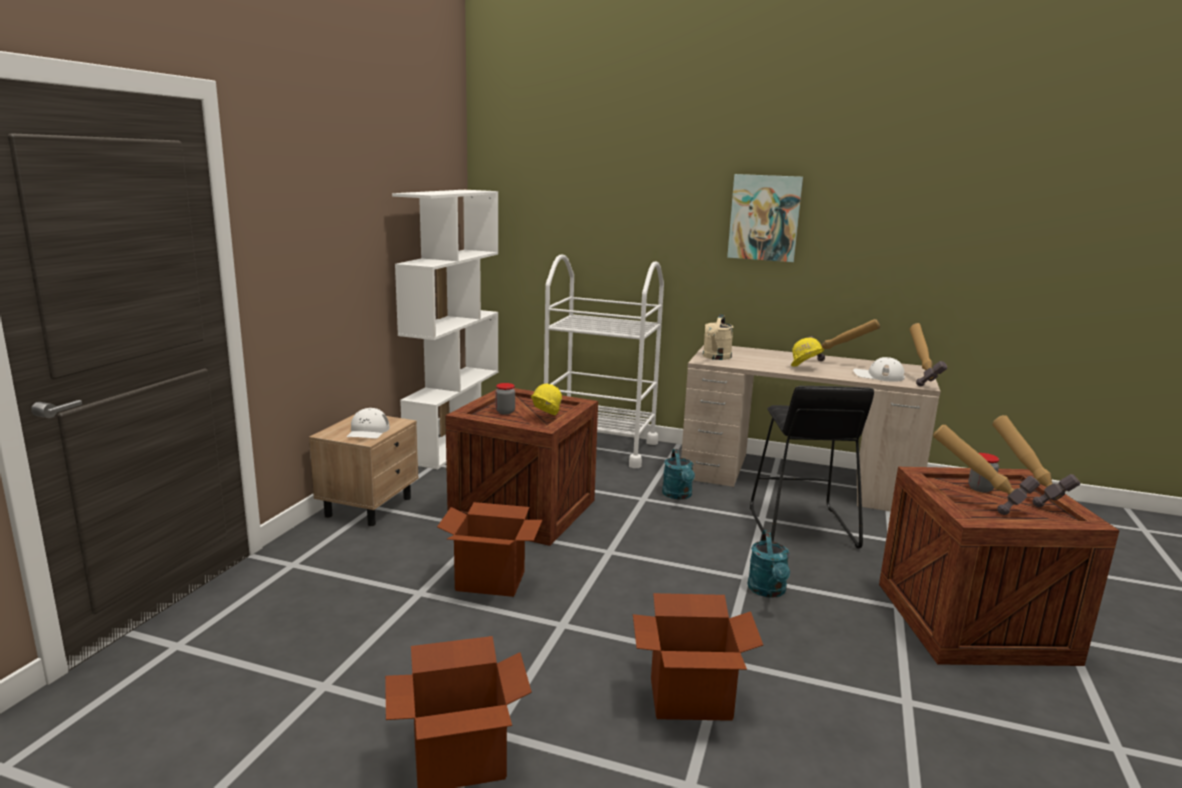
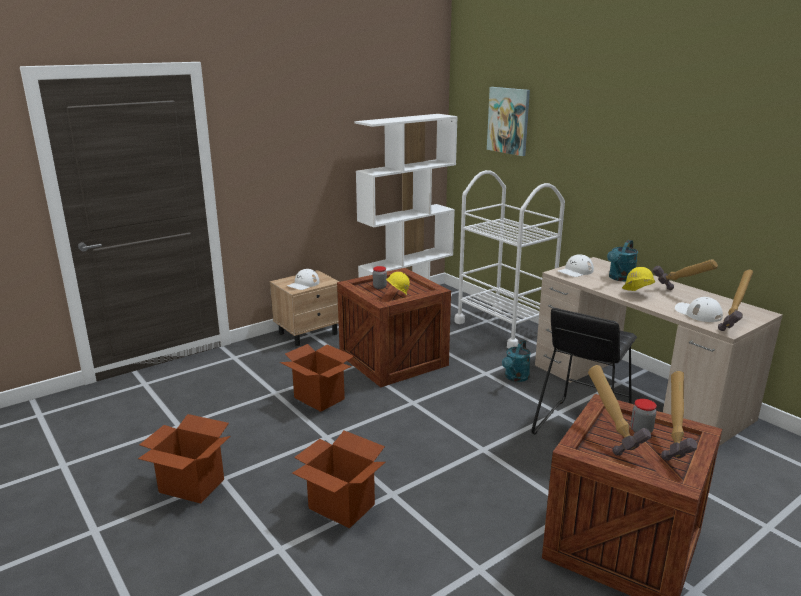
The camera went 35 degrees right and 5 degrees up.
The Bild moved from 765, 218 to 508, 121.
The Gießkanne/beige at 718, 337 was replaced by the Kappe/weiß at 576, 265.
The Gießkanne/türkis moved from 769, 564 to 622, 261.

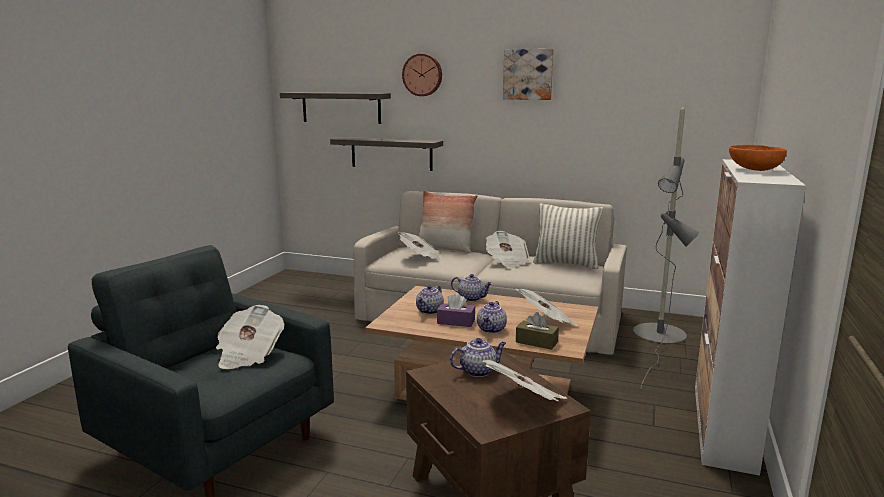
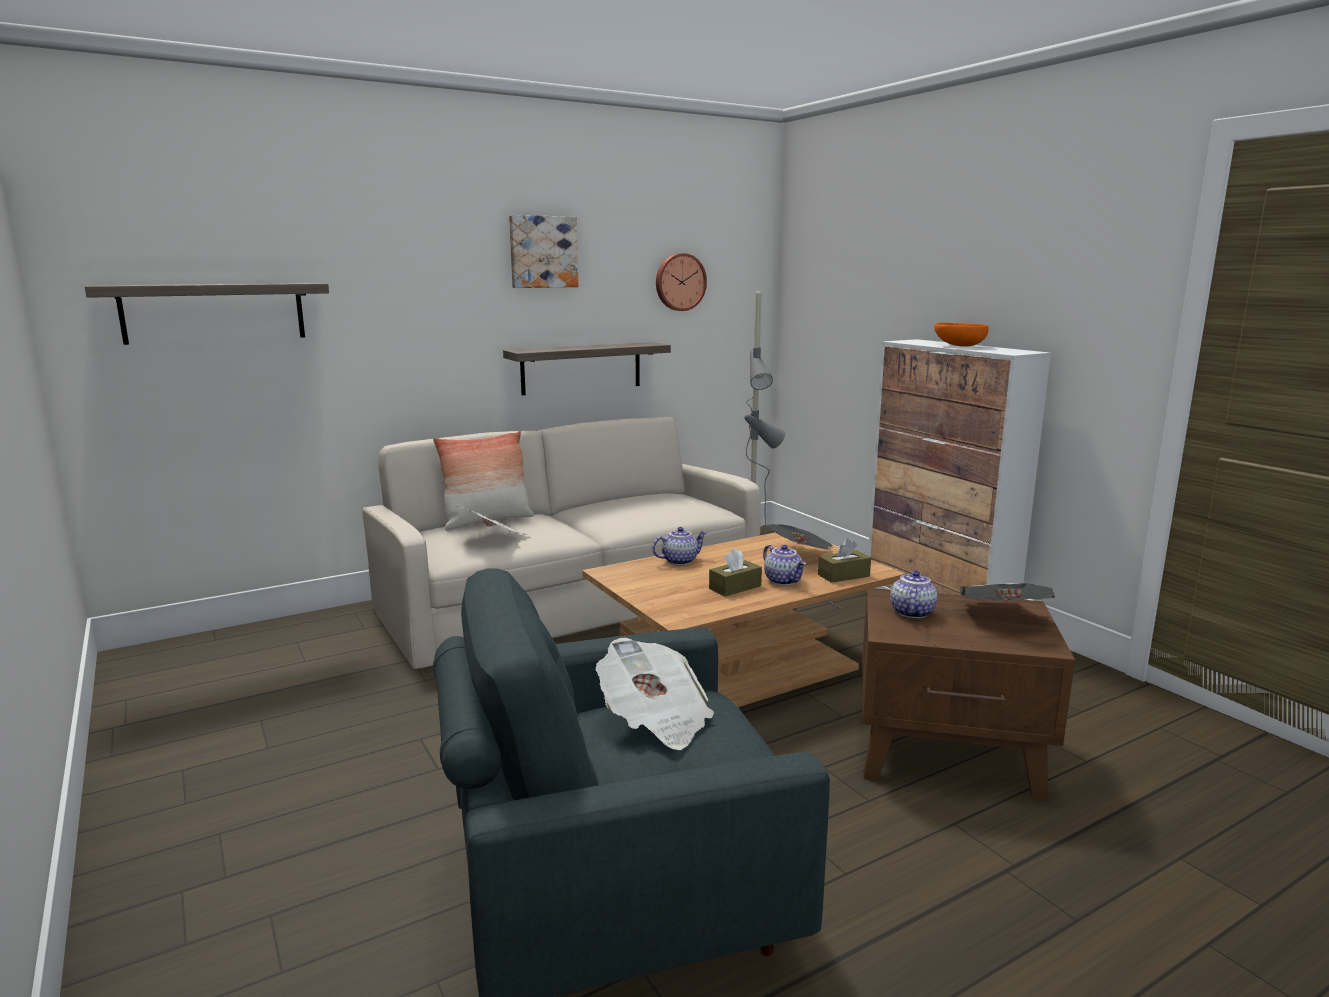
The camera went 50 degrees left and 0 degrees up.
The Wanduhr moved from 422, 75 to 681, 282.
The Wandregal moved from 386, 154 to 587, 368.
The Kissen at 568, 236 disappeared.
The Zeitung at 507, 249 disappeared.
The Teekanne at 430, 300 disappeared.
The Taschentuchbox/lila at 456, 310 became the Taschentuchbox/braun at 735, 572.

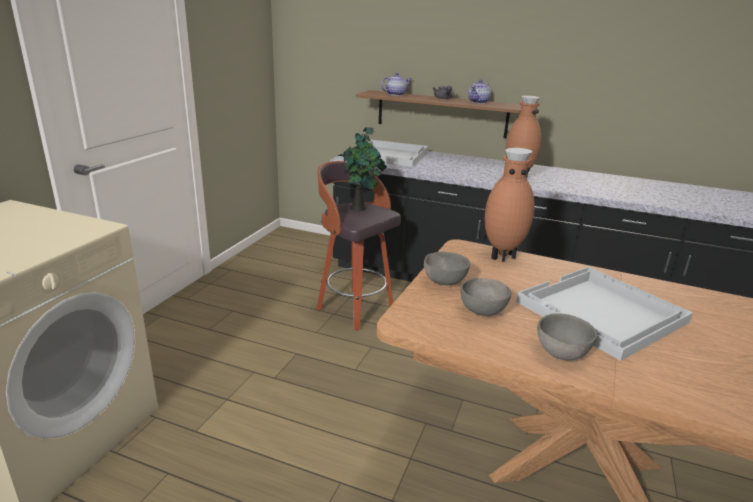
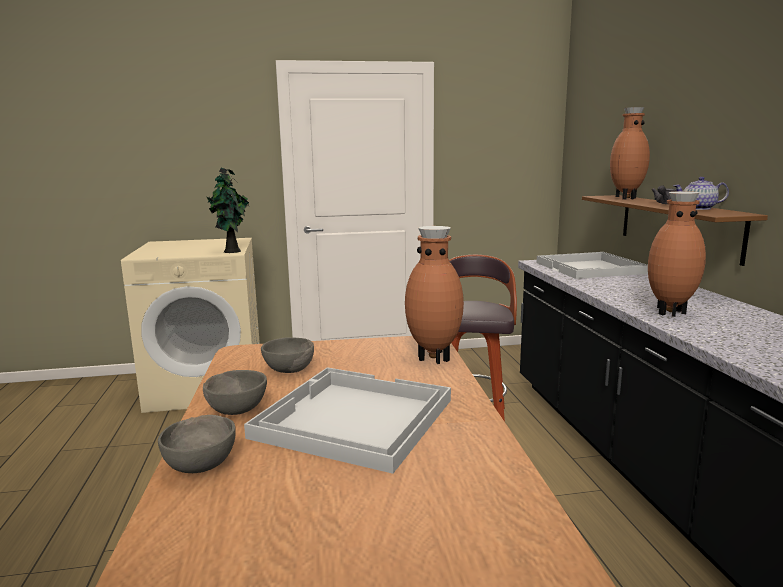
The camera went 60 degrees right and 10 degrees down.
The Teekanne at 396, 84 was replaced by the Vase/braun at 630, 153.
The Topfpflanze moved from 362, 169 to 228, 210.
The Schüssel/grau moved from 447, 268 to 197, 444.

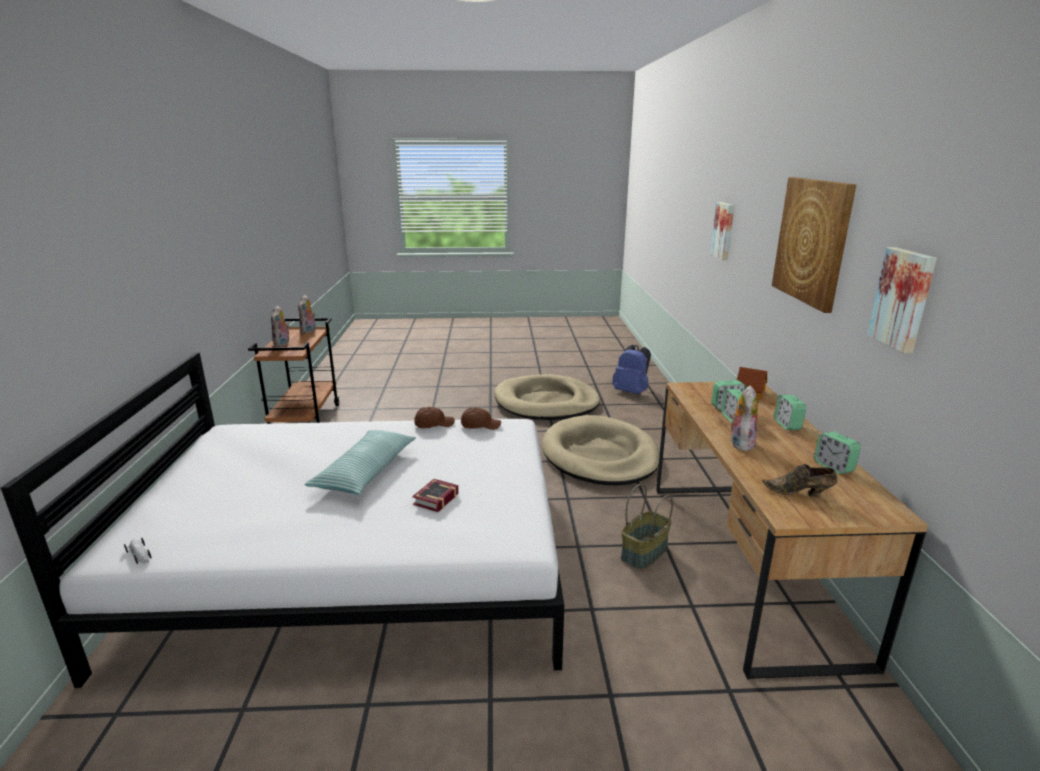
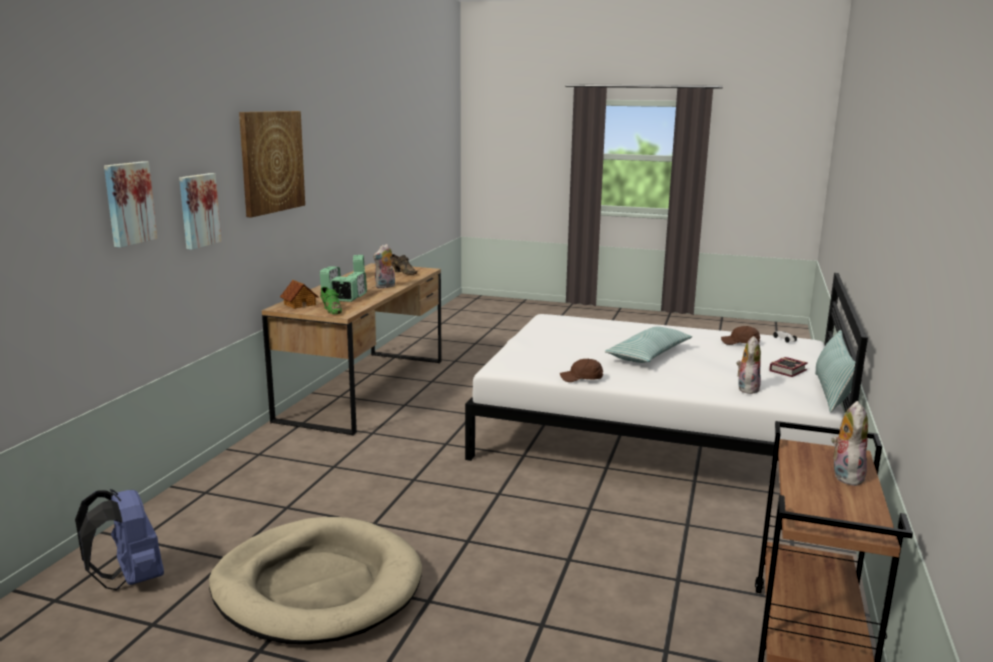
The camera went 160 degrees left and 5 degrees down.
The Bild moved from 902, 300 to 200, 211.
The Plüschtier moved from 307, 314 to 748, 365.
The Kappe/braun moved from 481, 418 to 740, 335.
The Hundebett/beige at 601, 450 disappeared.
The Buch moved from 435, 495 to 788, 367.
The Korb at 647, 527 disappeared.
The Schuh/grün at 331, 300 appeared.
The Kissen at 835, 371 appeared.

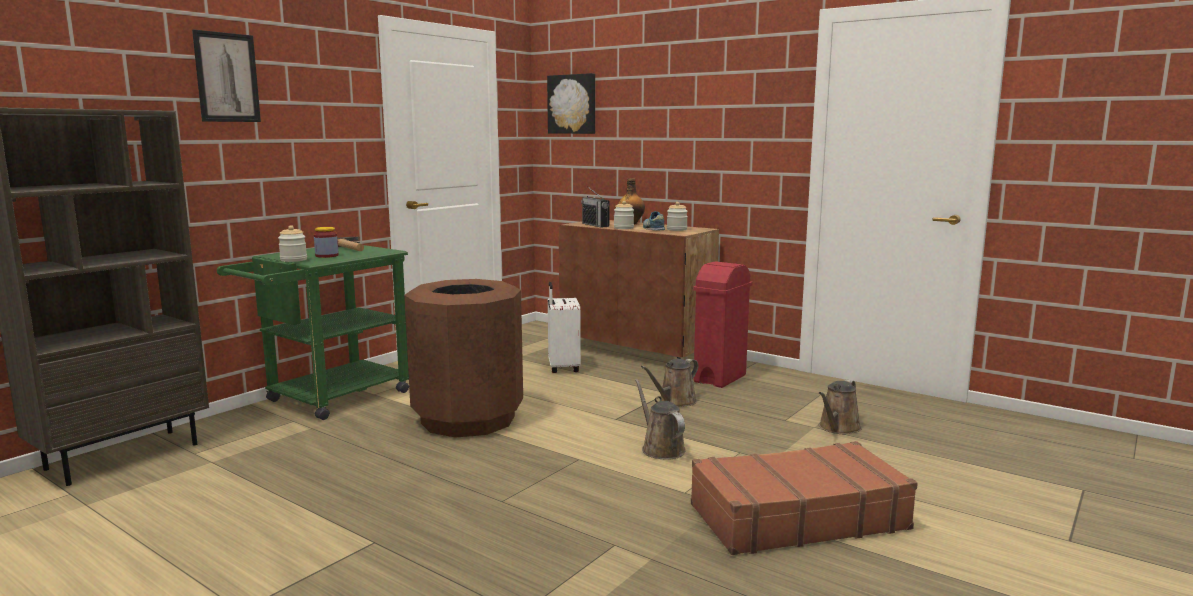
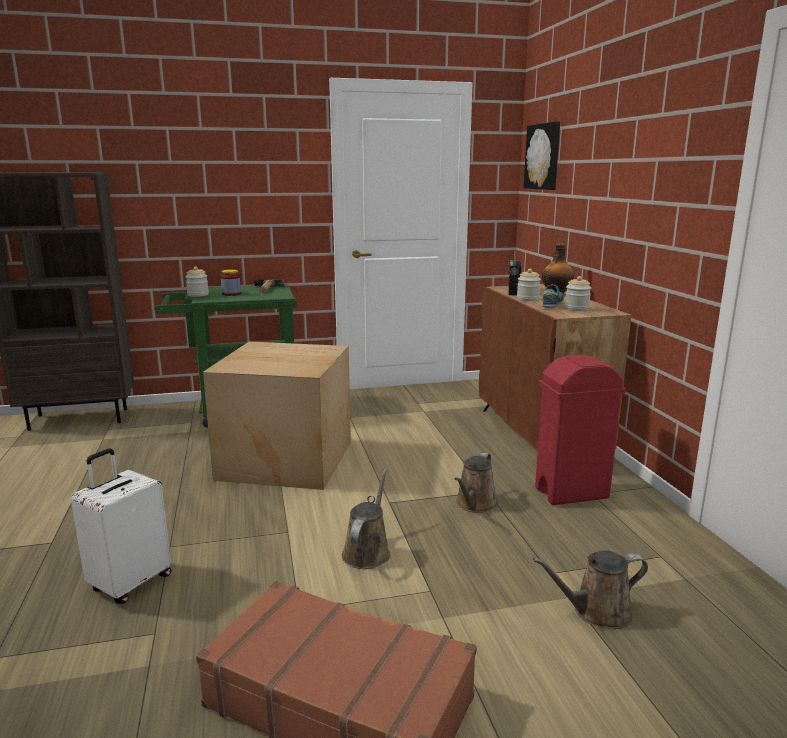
The camera went 40 degrees right and 5 degrees up.
The Bild at 226, 75 disappeared.
The Mülleimer/braun at 463, 358 was replaced by the Karton at 277, 415.
The Koffer/weiß moved from 564, 327 to 121, 526.
The Gießkanne/braun at 670, 383 turned 60 degrees counterclockwise.

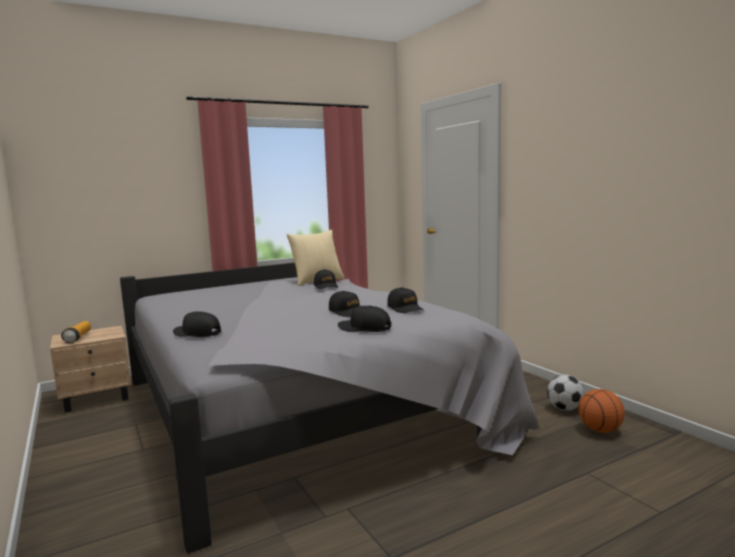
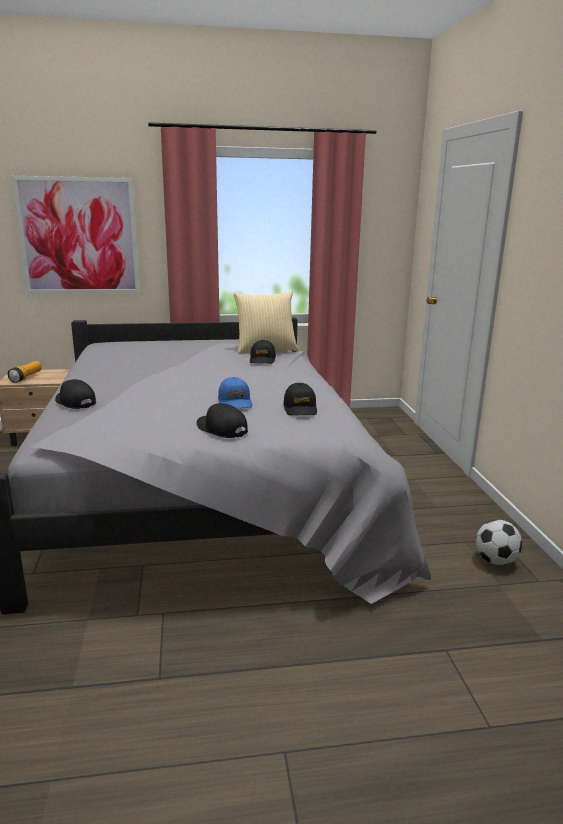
The camera went 20 degrees right and 10 degrees up.
The Kappe/schwarz at 344, 304 became the Kappe/blau at 235, 392.
The Basketball at 601, 411 disappeared.
The Bild at 76, 235 appeared.

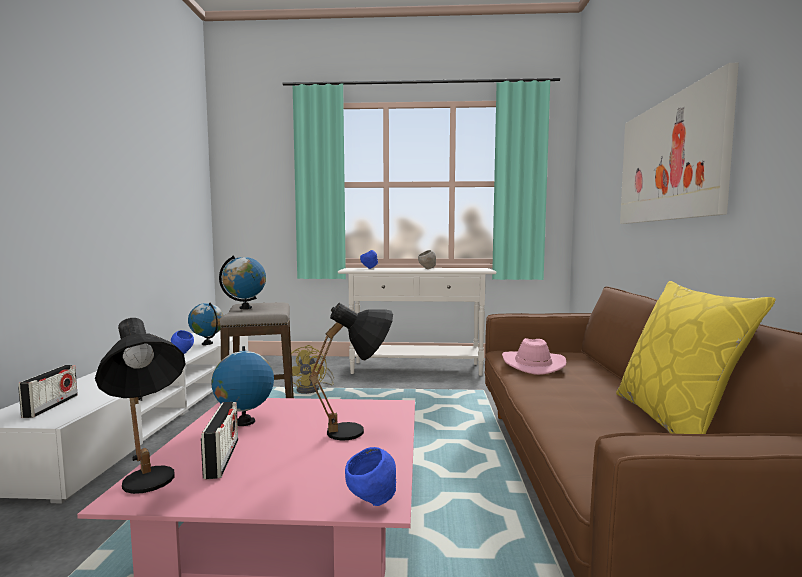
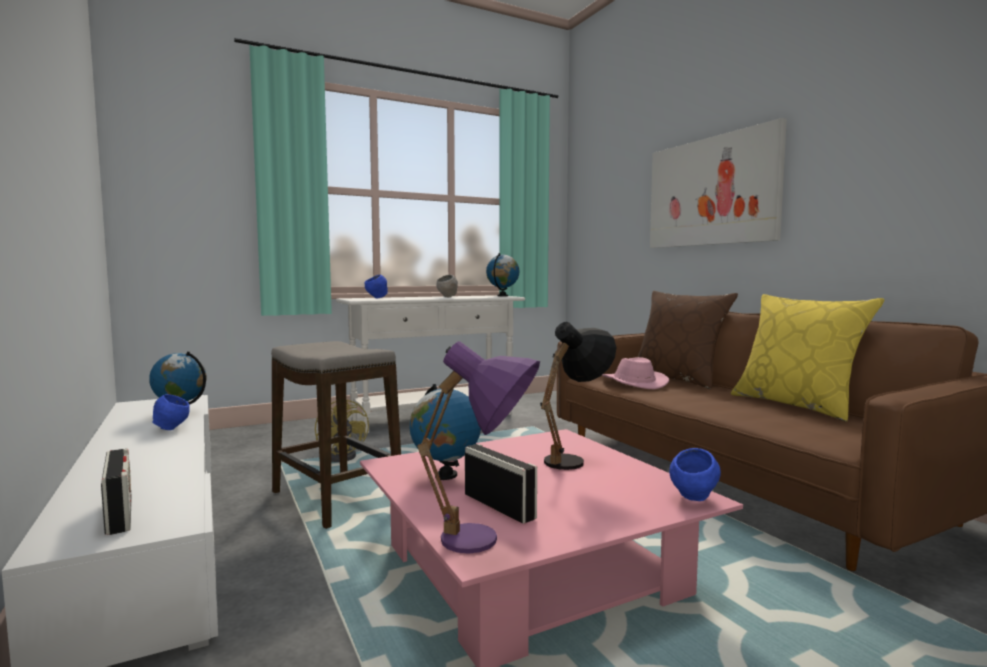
The camera went 30 degrees left and 0 degrees up.
The Globus moved from 242, 282 to 503, 274.
The Tischlampe/schwarz at 140, 406 became the Tischlampe/lila at 478, 447.
The Kissen/braun at 687, 340 appeared.

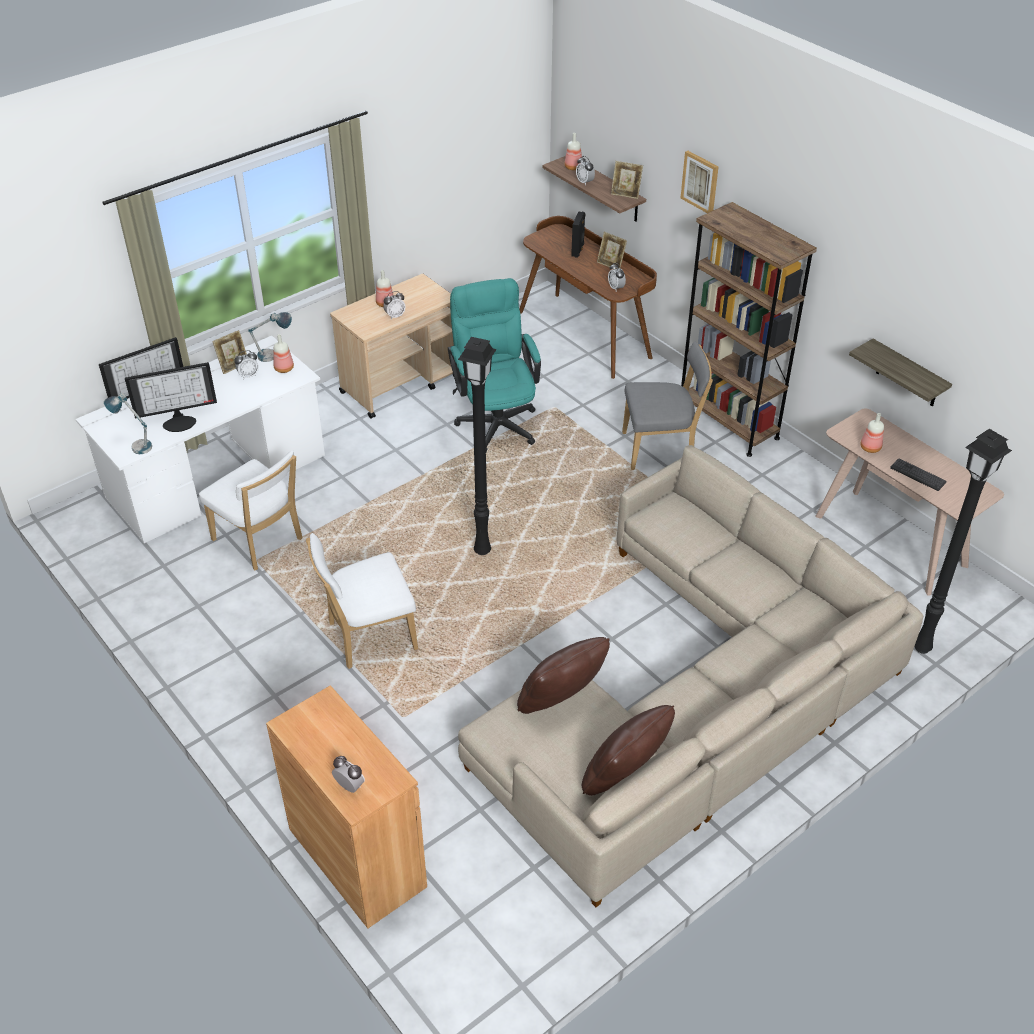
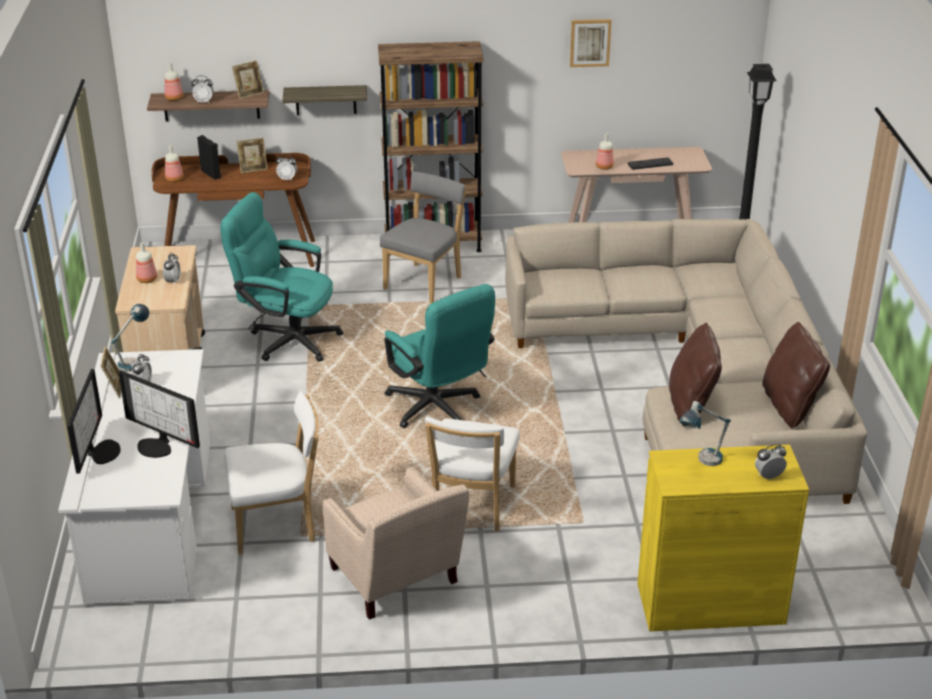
The camera went 55 degrees left and 10 degrees down.
The Bild moved from 699, 182 to 591, 43.
The Flasche moved from 283, 353 to 174, 163.
The Stehlampe/schwarz at 477, 446 was replaced by the Bürostuhl/türkis at 439, 356.
The Wandregal moved from 900, 372 to 325, 100.
The Monitor at 171, 397 turned 105 degrees clockwise.
The Tischlampe moved from 128, 423 to 705, 433.
The Schrank/braun at 346, 807 became the Schrank/gelb at 723, 538.
The Sessel/beige at 396, 543 appeared.

